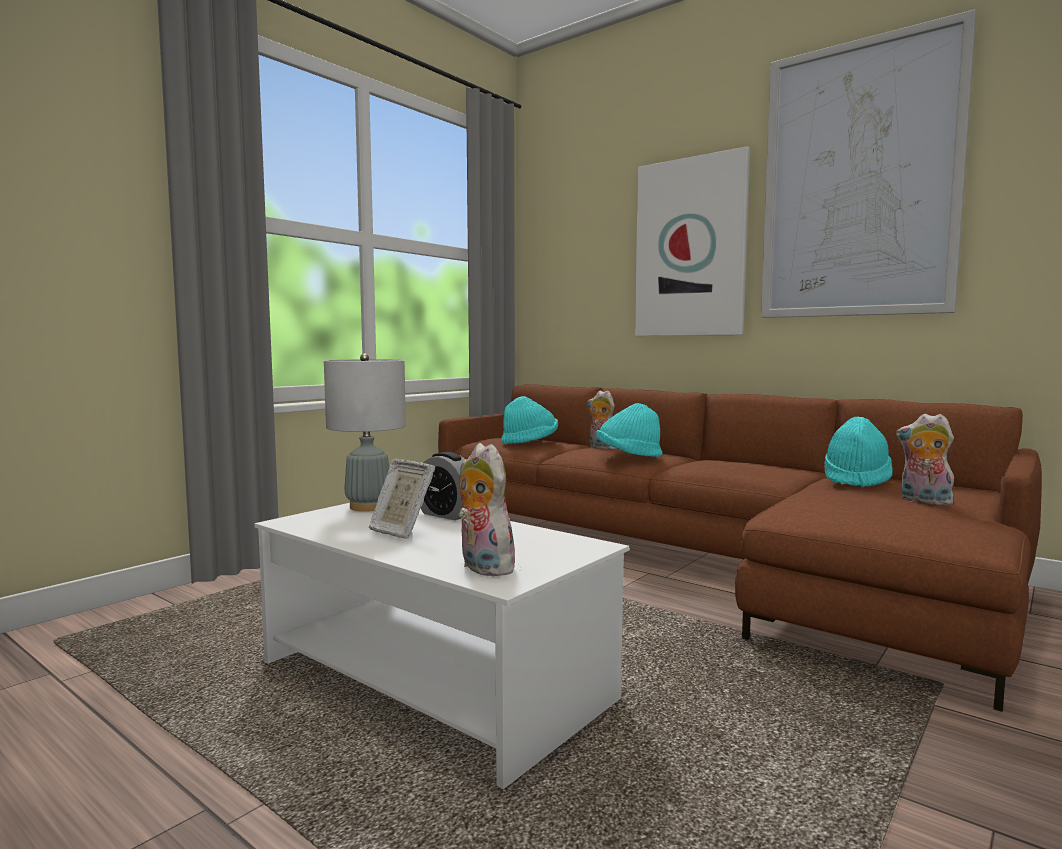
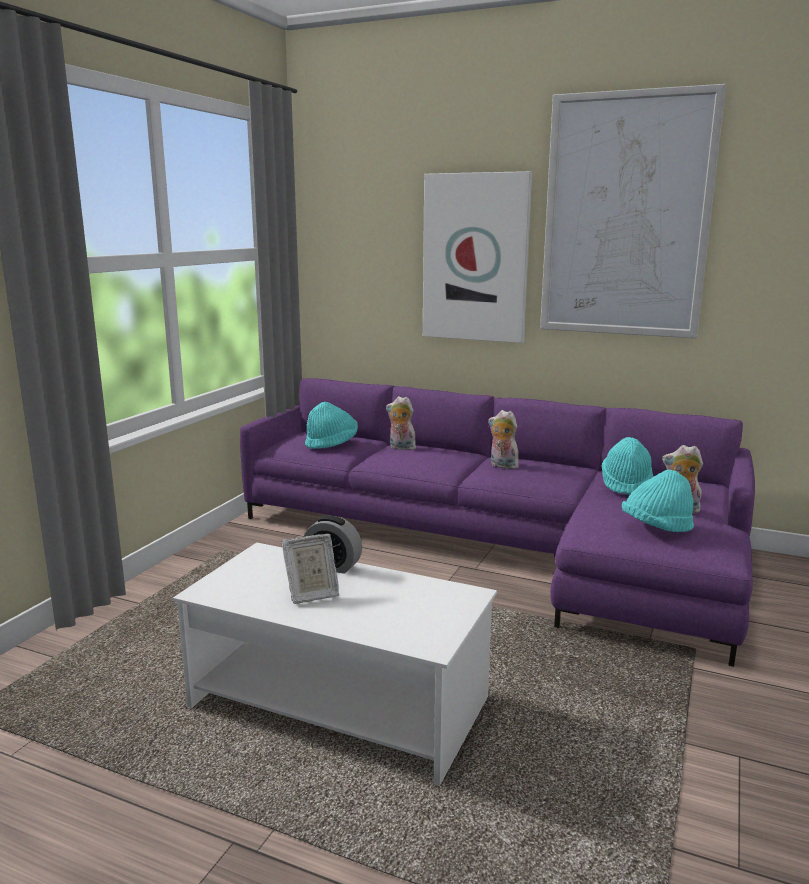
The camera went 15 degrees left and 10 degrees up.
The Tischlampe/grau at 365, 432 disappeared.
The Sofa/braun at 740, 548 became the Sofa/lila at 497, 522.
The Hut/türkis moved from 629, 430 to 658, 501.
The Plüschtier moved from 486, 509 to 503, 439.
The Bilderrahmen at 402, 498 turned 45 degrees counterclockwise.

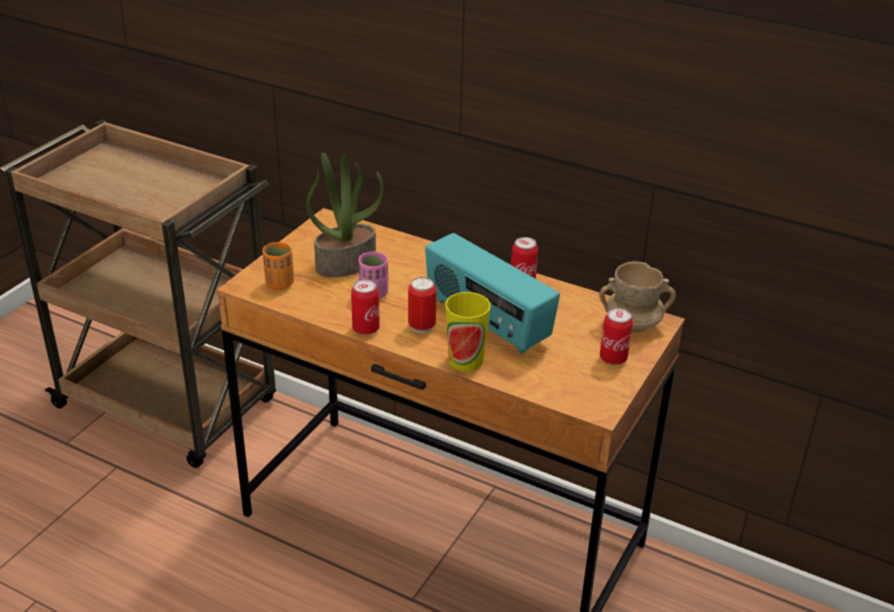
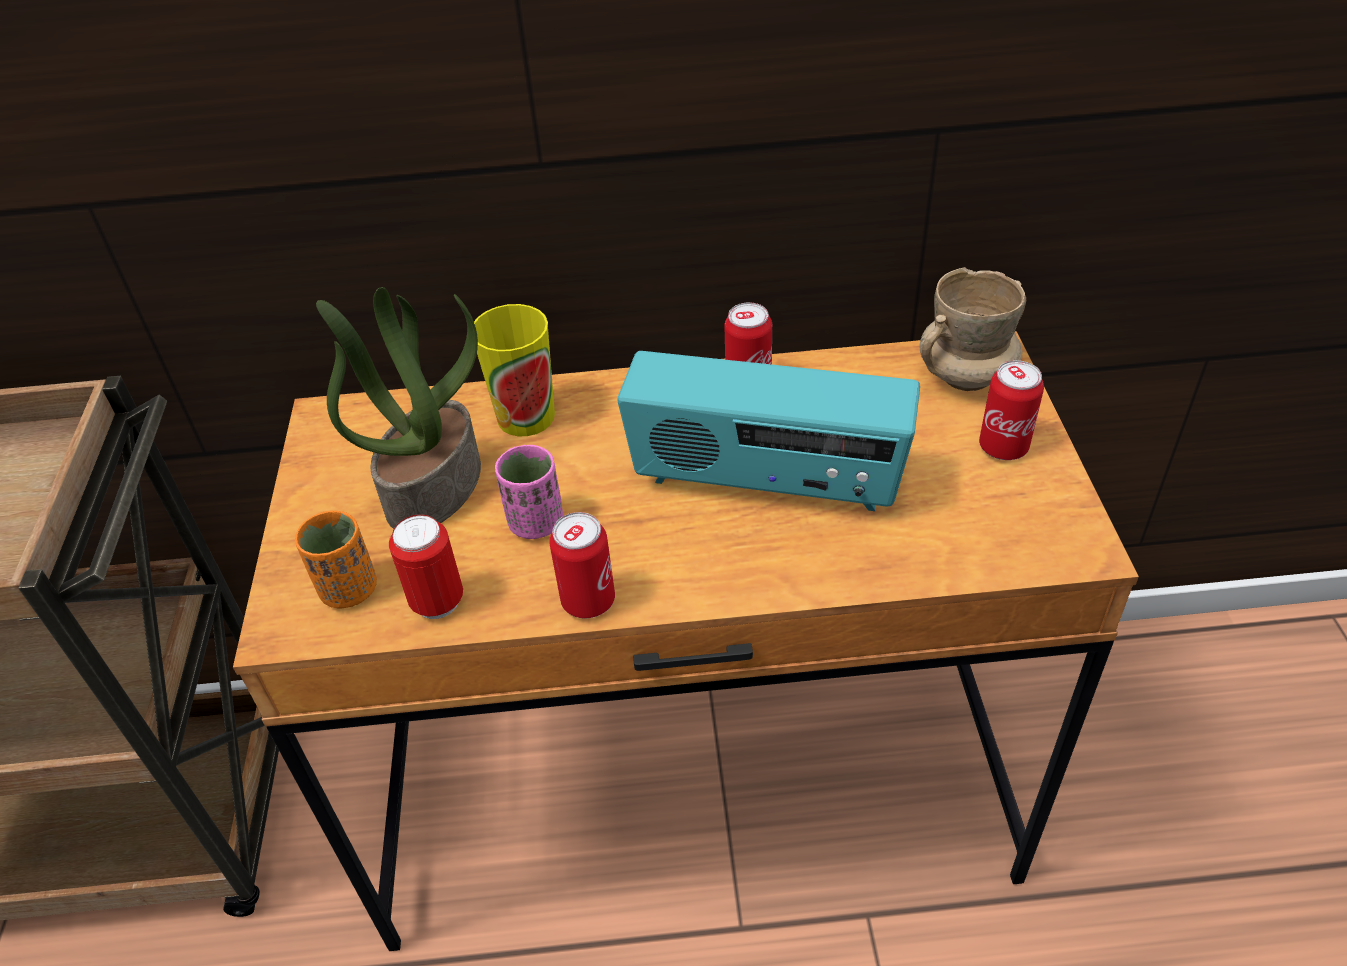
The camera went 30 degrees left and 10 degrees up.
The Dose moved from 422, 305 to 426, 566.
The Tasse moved from 468, 331 to 514, 370.

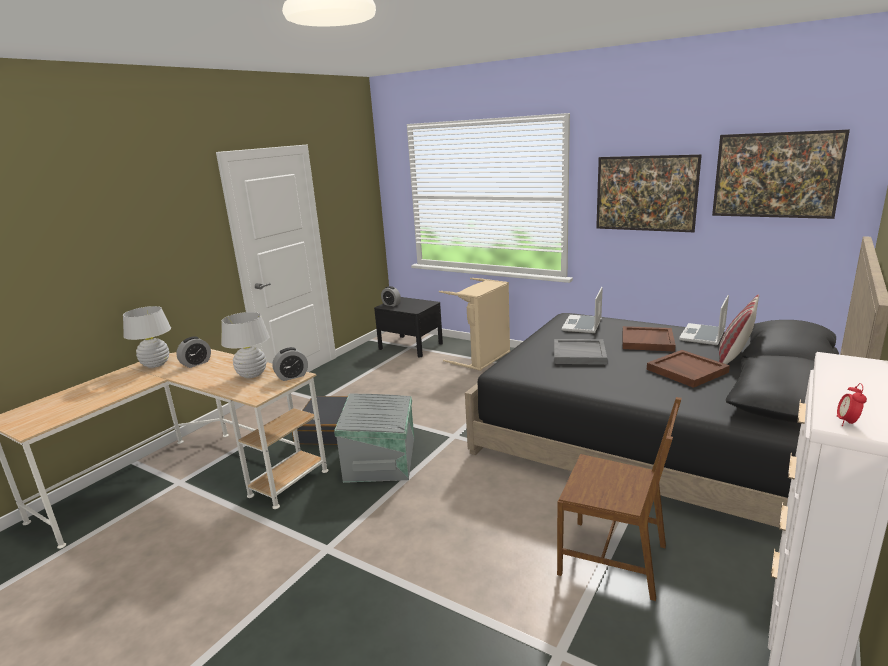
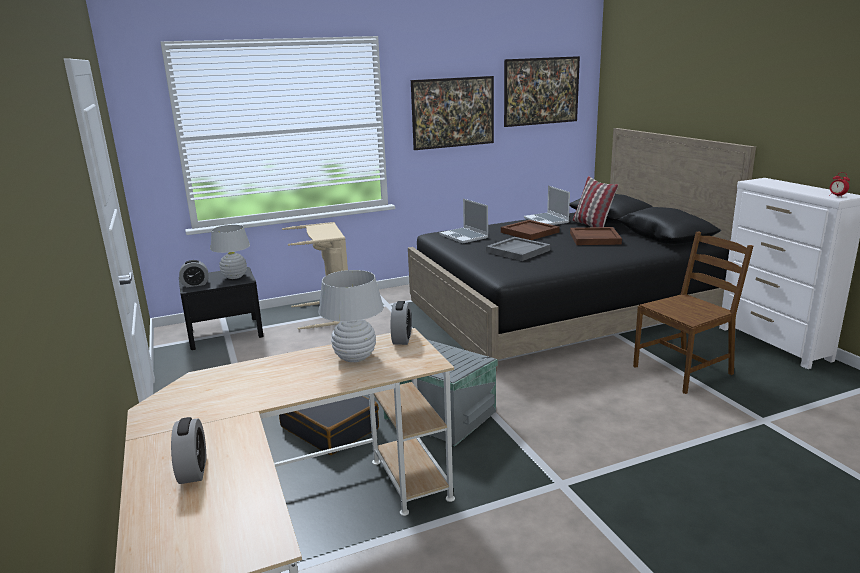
The camera went 55 degrees left and 0 degrees up.
The Tischlampe/weiß moved from 147, 337 to 230, 252.
The Wecker moved from 193, 352 to 188, 450.

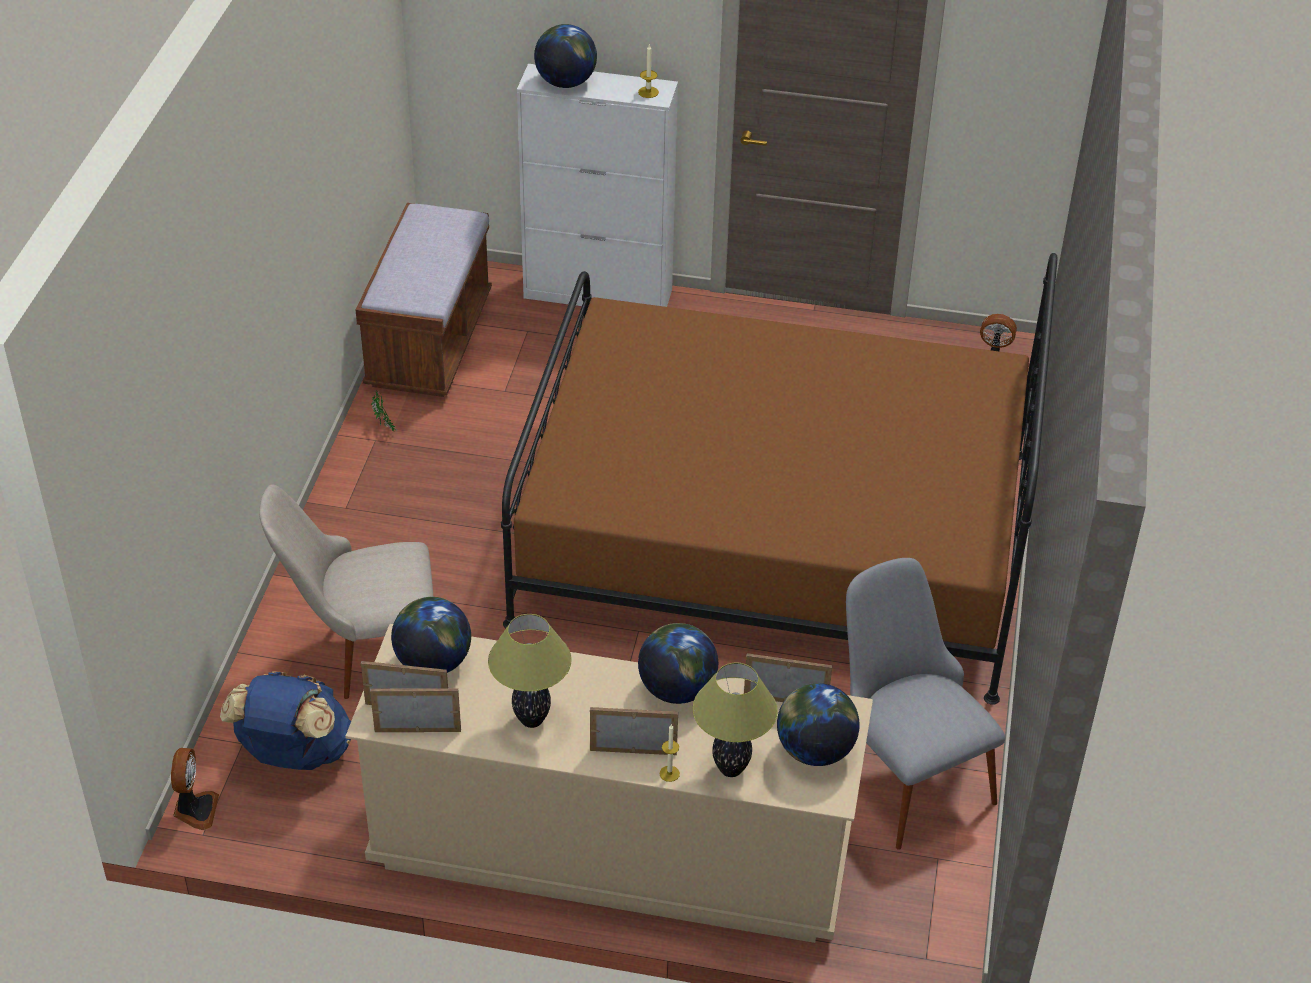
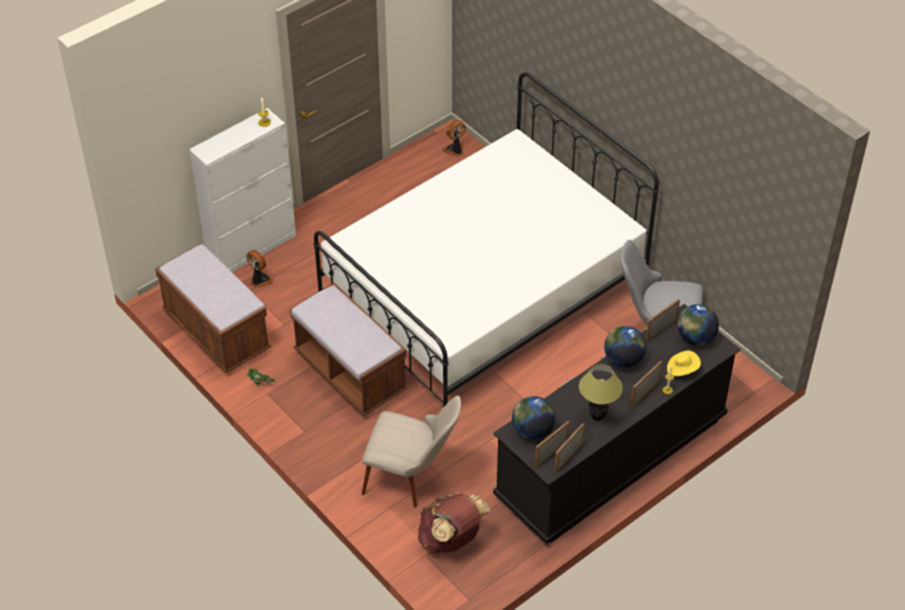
The camera went 50 degrees left and 5 degrees up.
The Globus at 565, 56 disappeared.
The Bett/braun at 779, 479 became the Bett/weiß at 486, 240.
The Stuhl/beige at 346, 591 turned 105 degrees counterclockwise.
The Kommode/beige at 609, 783 became the Kommode/schwarz at 617, 424.
The Tischlampe at 735, 720 was replaced by the Hut/gelb at 684, 363.
The Rucksack/blau at 285, 720 became the Rucksack/braun at 454, 523.
The Ventilator moved from 195, 789 to 260, 269.
The Bank/braun at 348, 349 appeared.

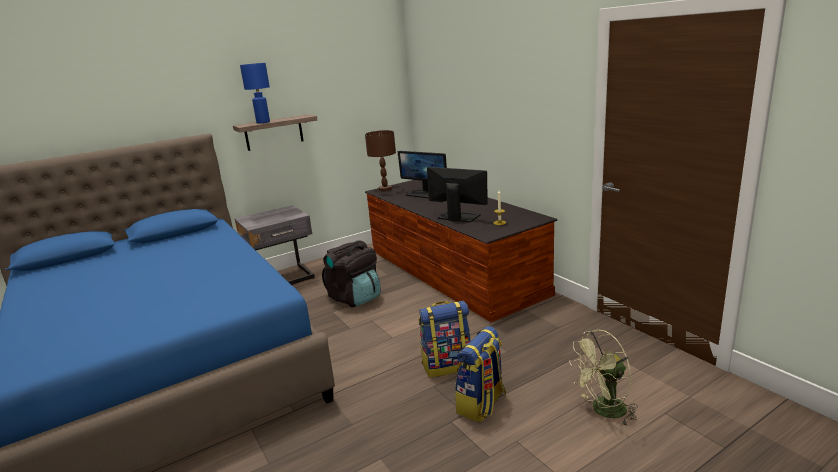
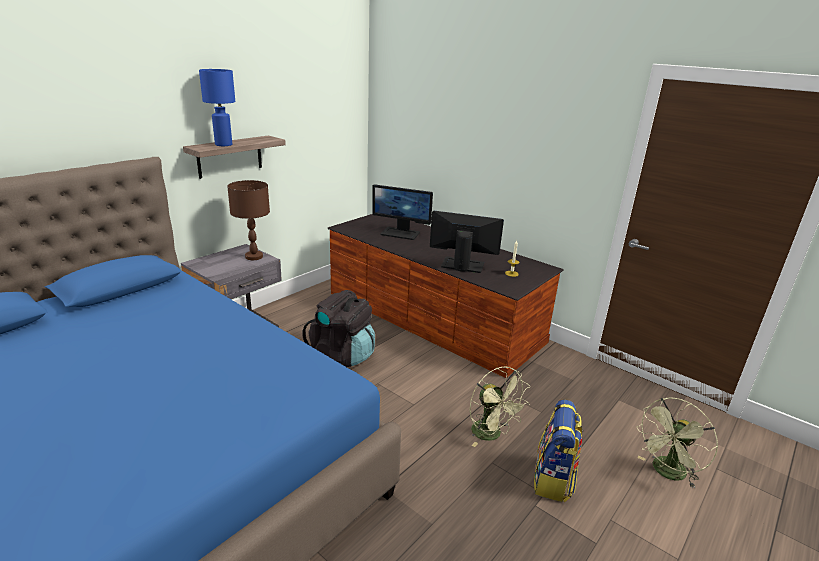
The camera went 20 degrees left and 5 degrees up.
The Tischlampe/braun moved from 380, 160 to 248, 220.
The Rucksack at 445, 339 was replaced by the Ventilator/grün at 500, 407.

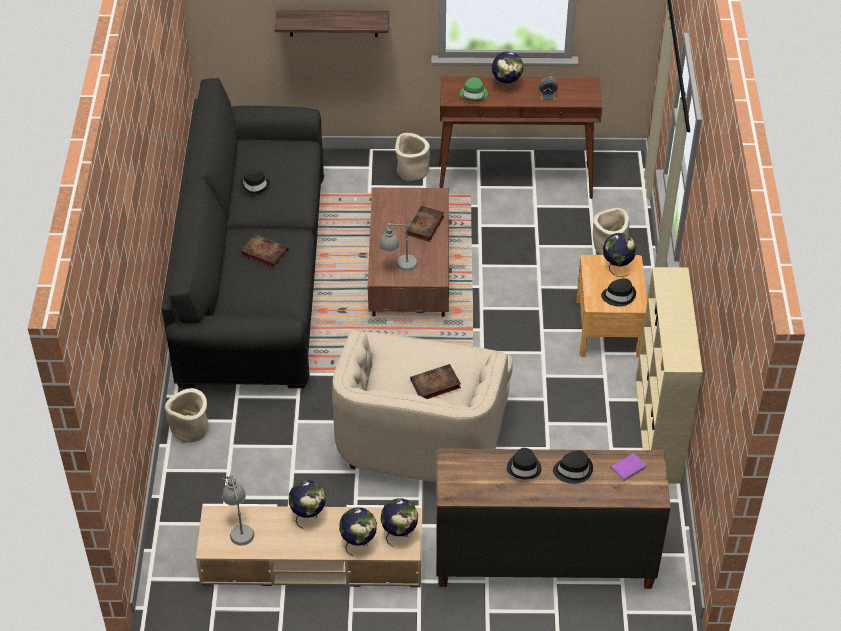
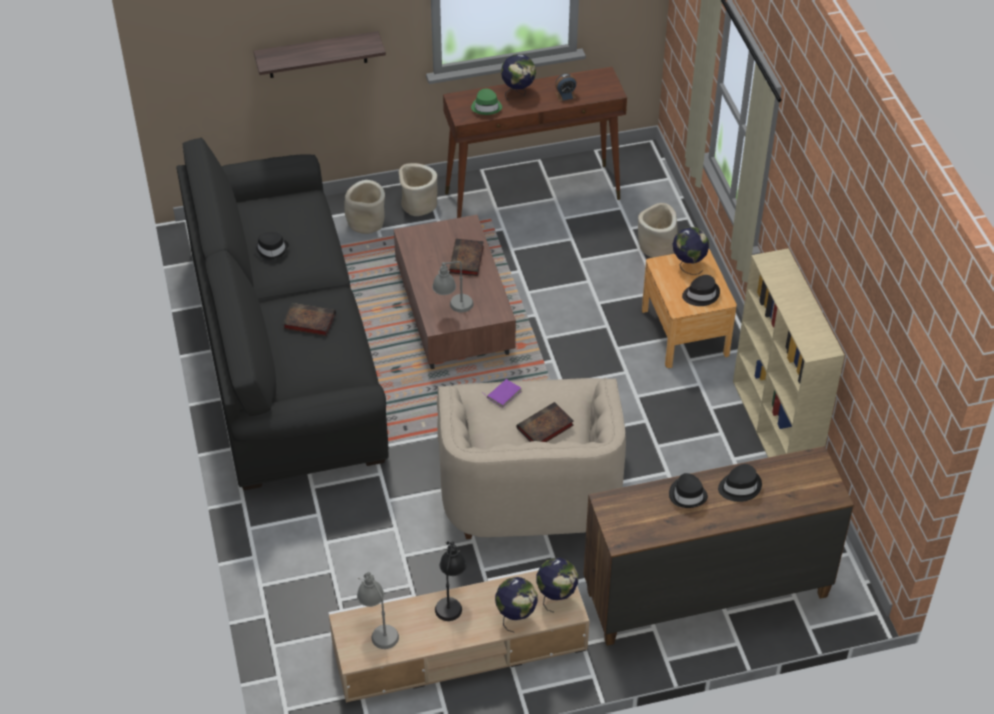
The camera went 15 degrees left and 0 degrees up.
The Pflanzkübel/beige moved from 186, 415 to 364, 207.
The Buch/lila moved from 627, 467 to 502, 393.
The Globus at 307, 504 was replaced by the Tischlampe/schwarz at 451, 581.

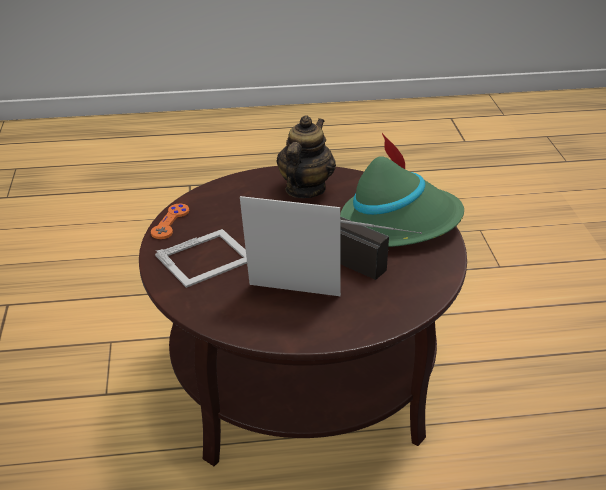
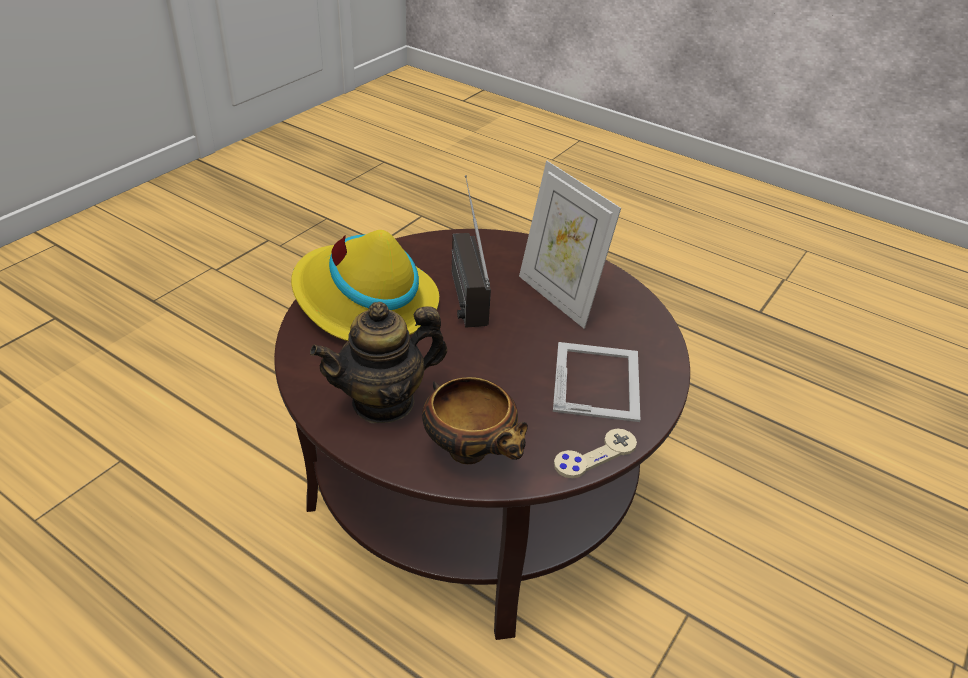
The camera went 140 degrees left and 5 degrees up.
The Hut/grün at 402, 190 became the Hut/gelb at 365, 285.
The Gamepad/orange at 170, 221 became the Gamepad/beige at 595, 453.
The Bilderrahmen at 201, 258 turned 90 degrees clockwise.
The Schüssel at 475, 420 appeared.

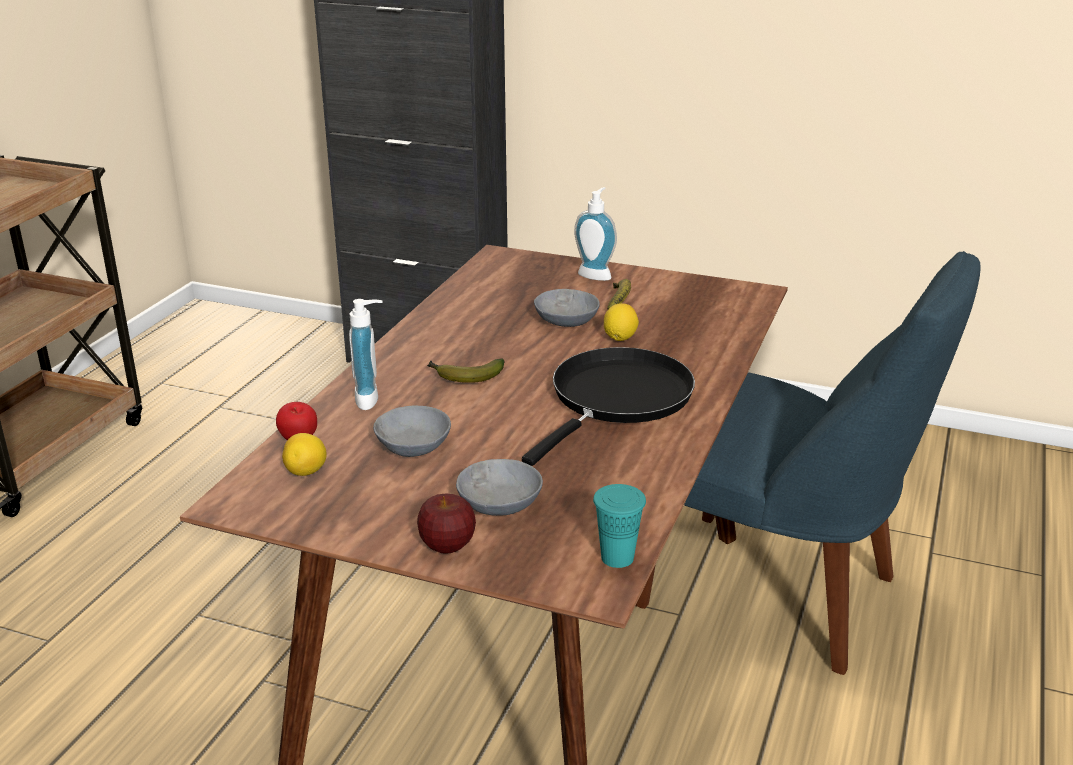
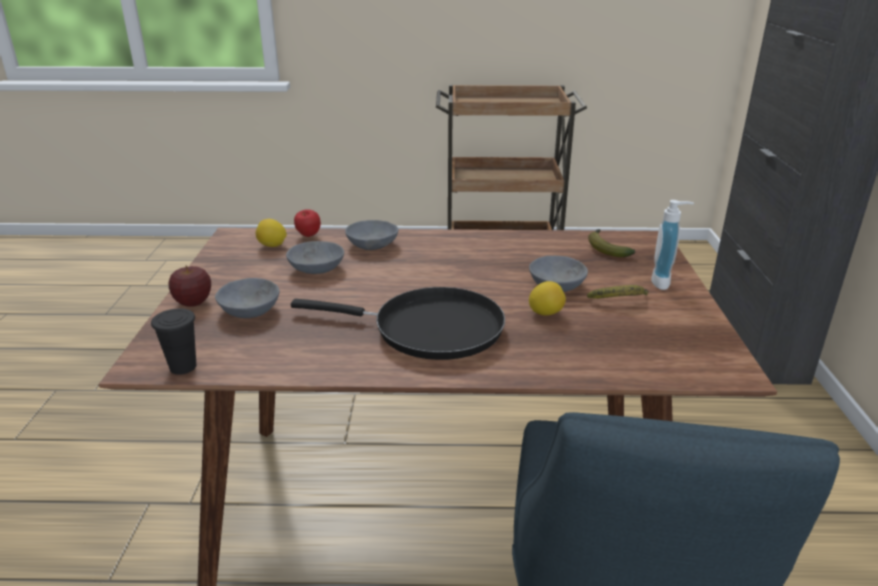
The camera went 70 degrees right and 0 degrees up.
The Seifenspender at 366, 354 was replaced by the Schüssel/grau at 372, 235.
The Banane moved from 466, 371 to 612, 243.
The Tasse/türkis at 619, 526 became the Tasse/schwarz at 173, 342.

